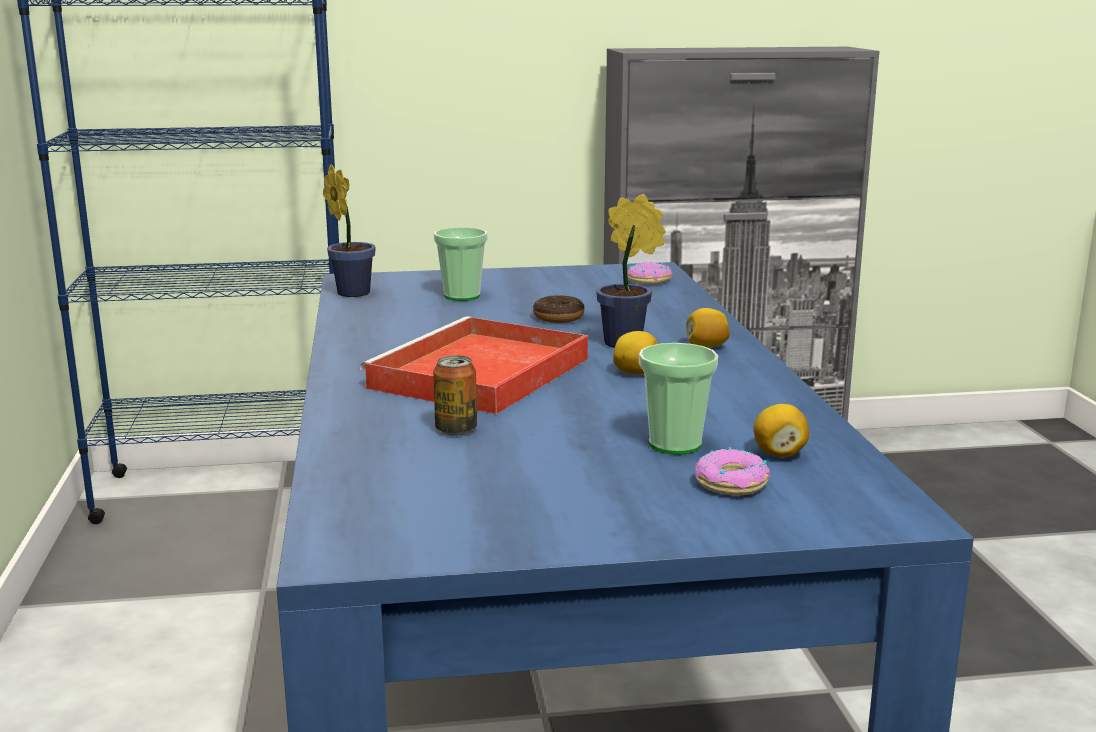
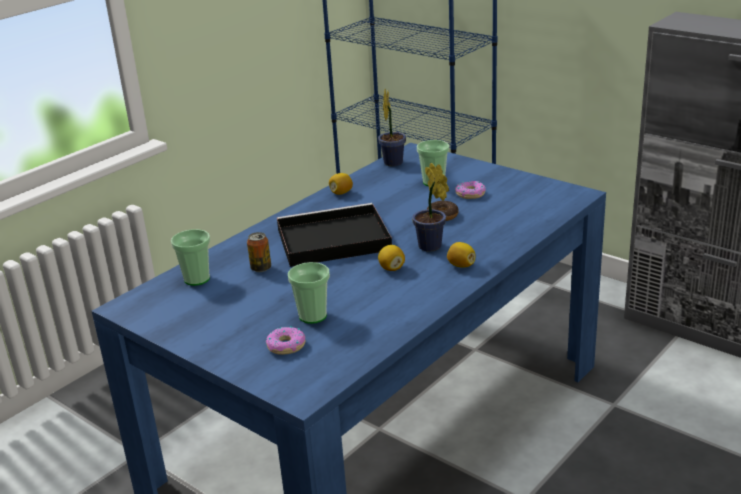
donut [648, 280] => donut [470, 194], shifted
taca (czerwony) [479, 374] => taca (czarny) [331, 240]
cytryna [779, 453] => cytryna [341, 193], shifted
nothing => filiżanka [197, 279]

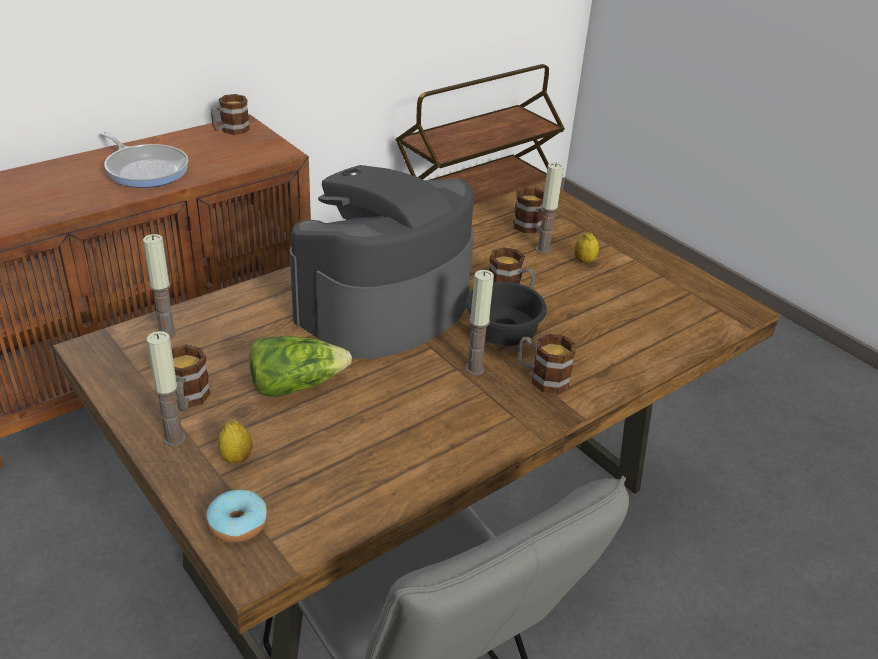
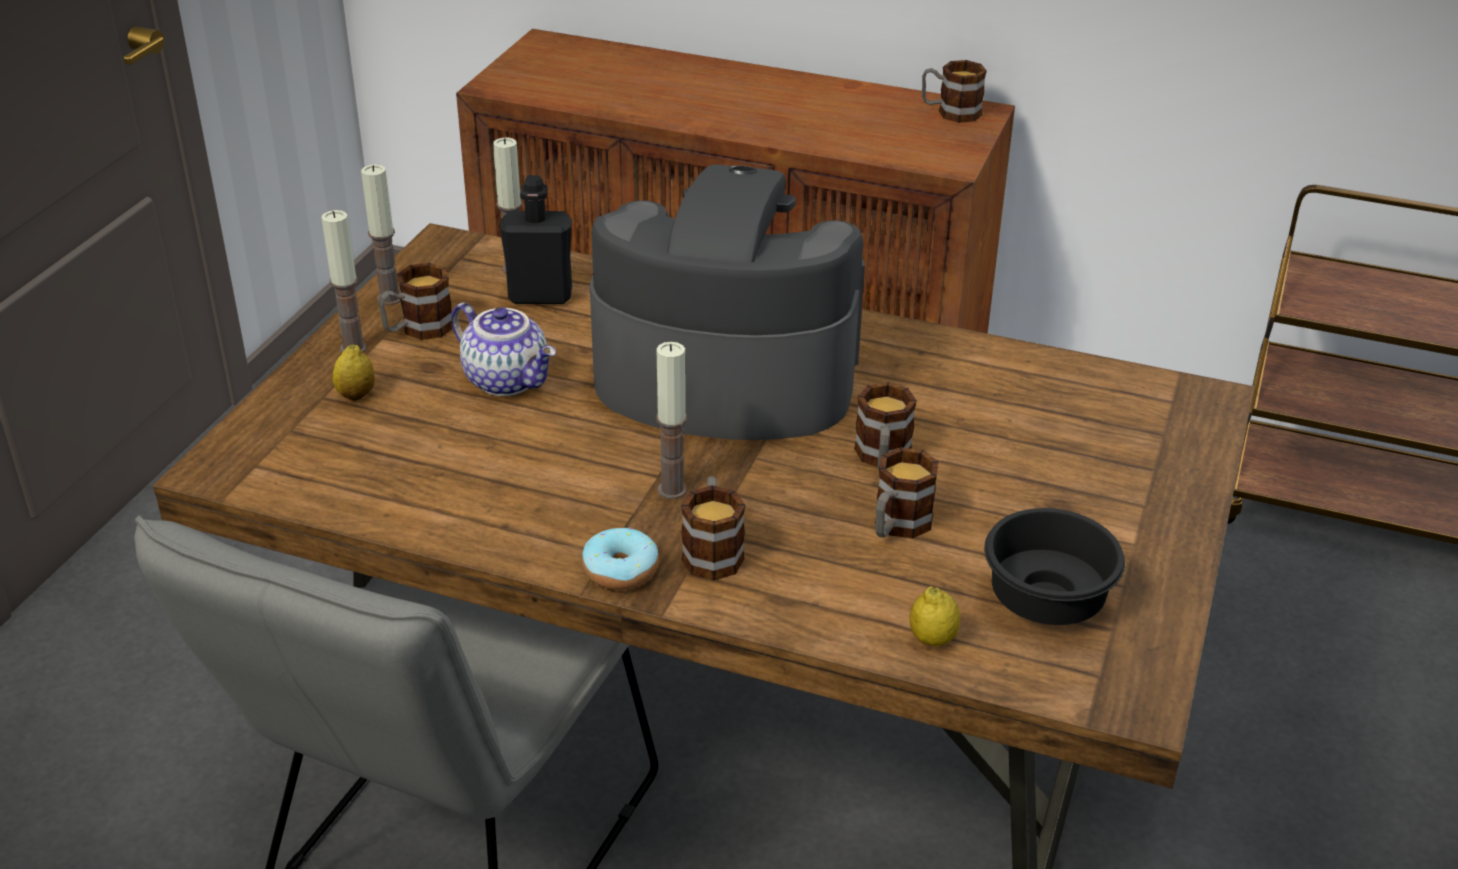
patelnia [145, 169] => nothing
świeca [543, 249] => świeca [389, 298], shifted
kubek [531, 229] => kubek [897, 526], shifted
cytryna [584, 261] => cytryna [932, 639], shifted
miska (czarny) [502, 333] => miska (czarny) [1050, 599], shifted
sałata [296, 385] => imbryk [508, 380]
donut [238, 524] => donut [621, 570], shifted
nothing => butelka (czarny) [540, 296]

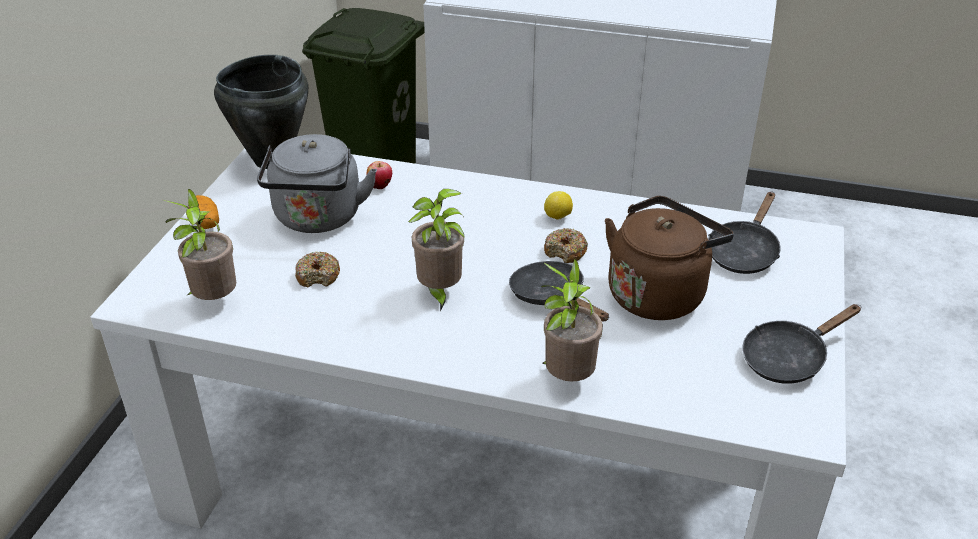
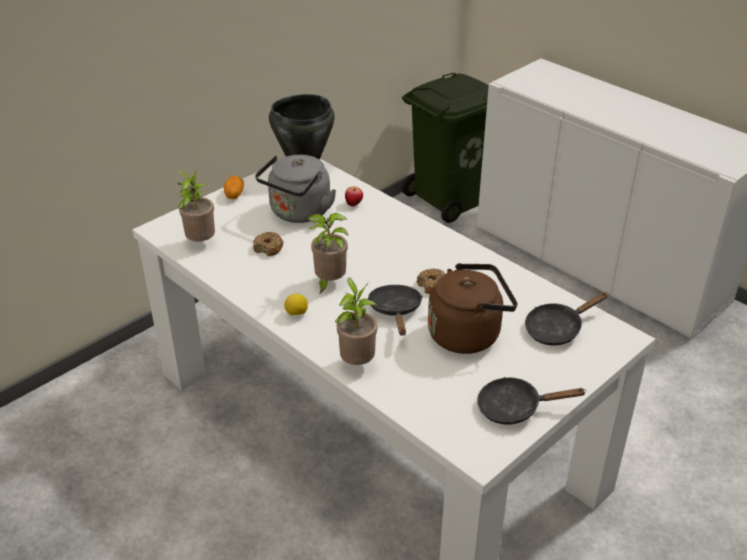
cytryna [558, 217] => cytryna [296, 314], shifted

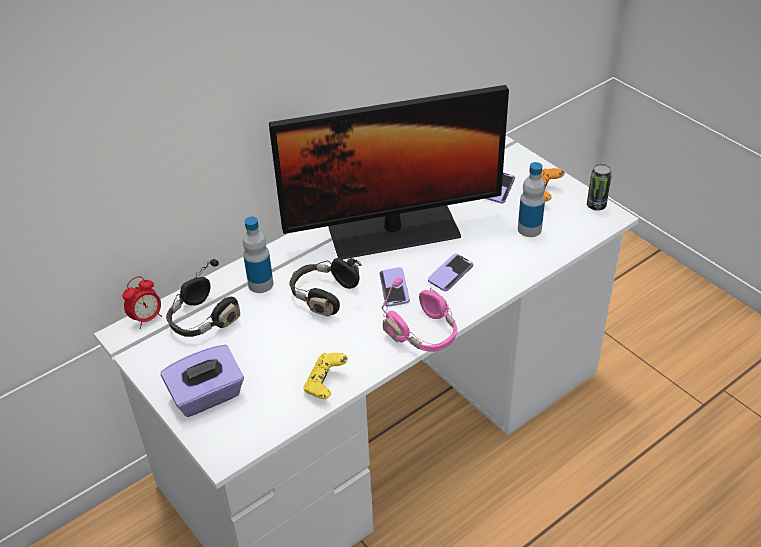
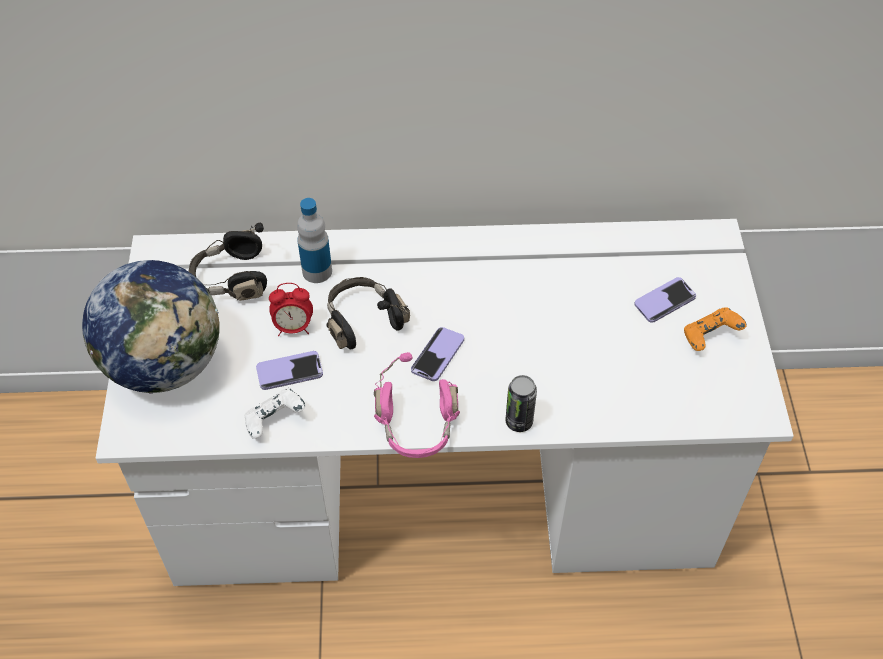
monitor [393, 231] => nothing
butelka [529, 229] => nothing
puszka [596, 205] => puszka [519, 421], shifted
telefon [450, 273] => telefon [289, 372], shifted
budzik [147, 318] => budzik [293, 327], shifted
pudełko chusteczek (fioletowy) [207, 396] => globus [165, 363]
pad do gier (żółty) [325, 384] => pad do gier (biały) [275, 421]

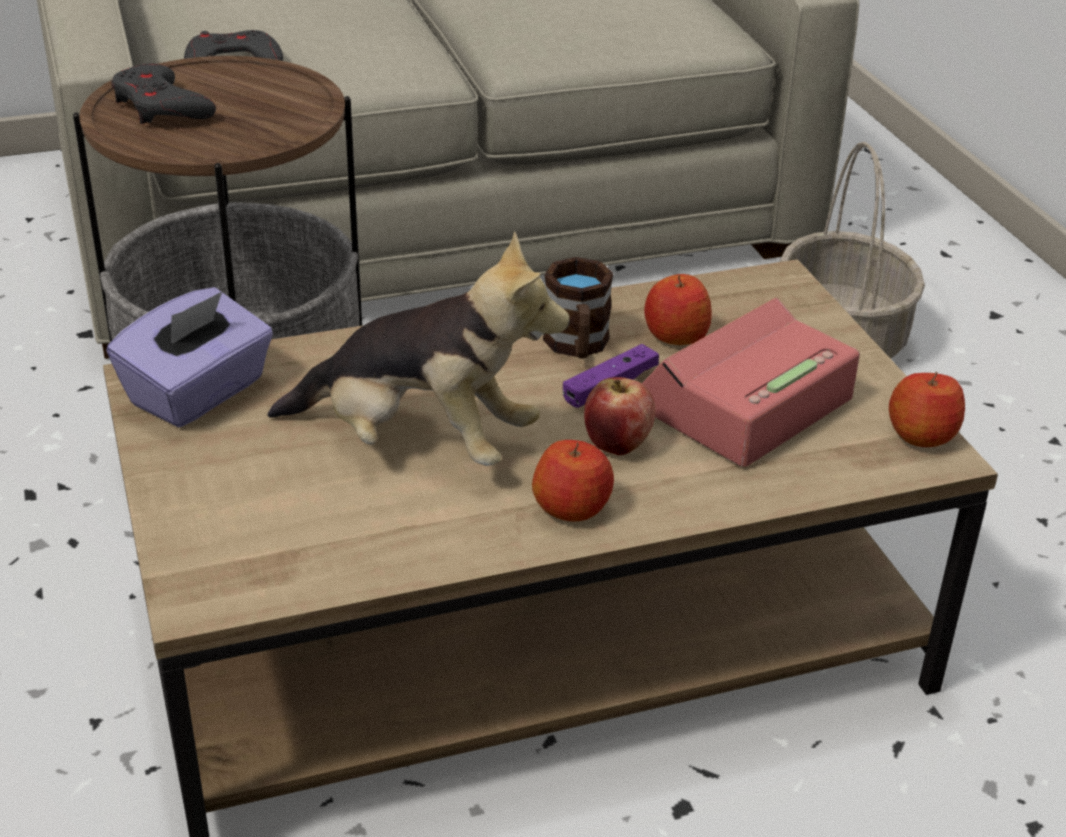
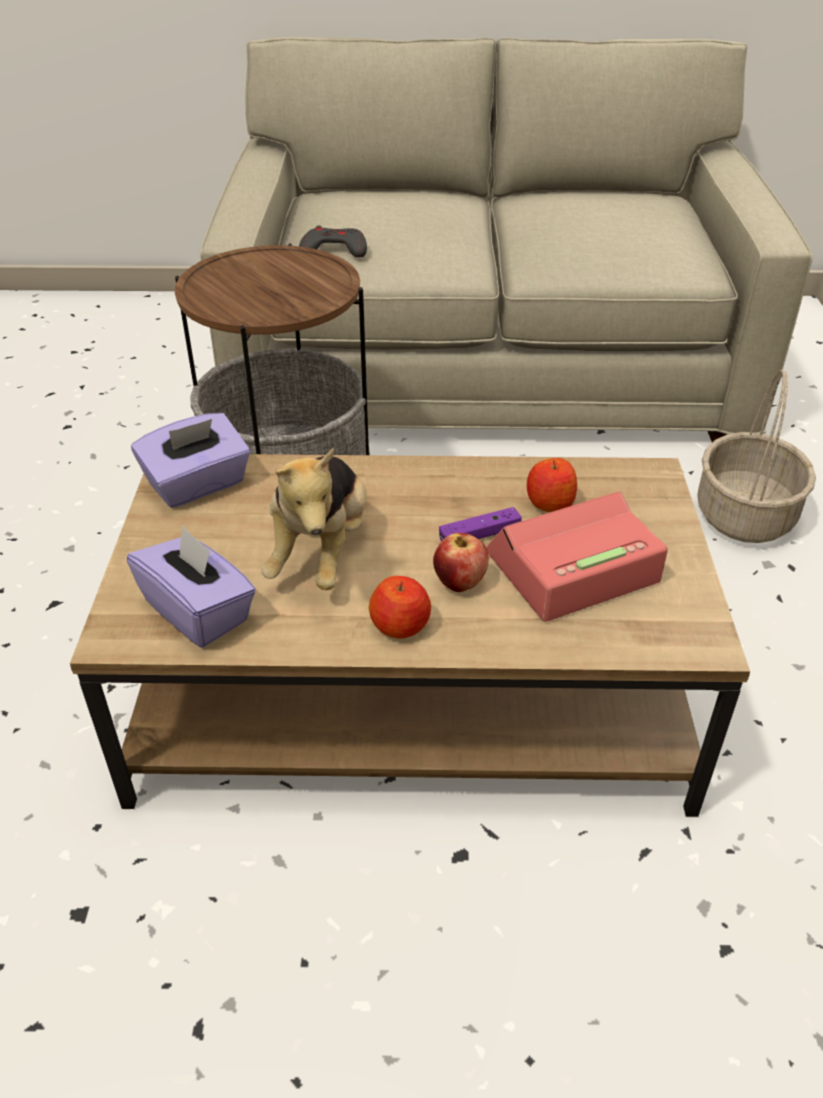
pad do gier (szary) [161, 106] => nothing
pluszak [419, 443] => pluszak [321, 552], 60 degrees clockwise
kubek (brązowy) [577, 347] => nothing
jabłko [921, 435] => nothing
nothing => pudełko chusteczek (fioletowy) [199, 612]

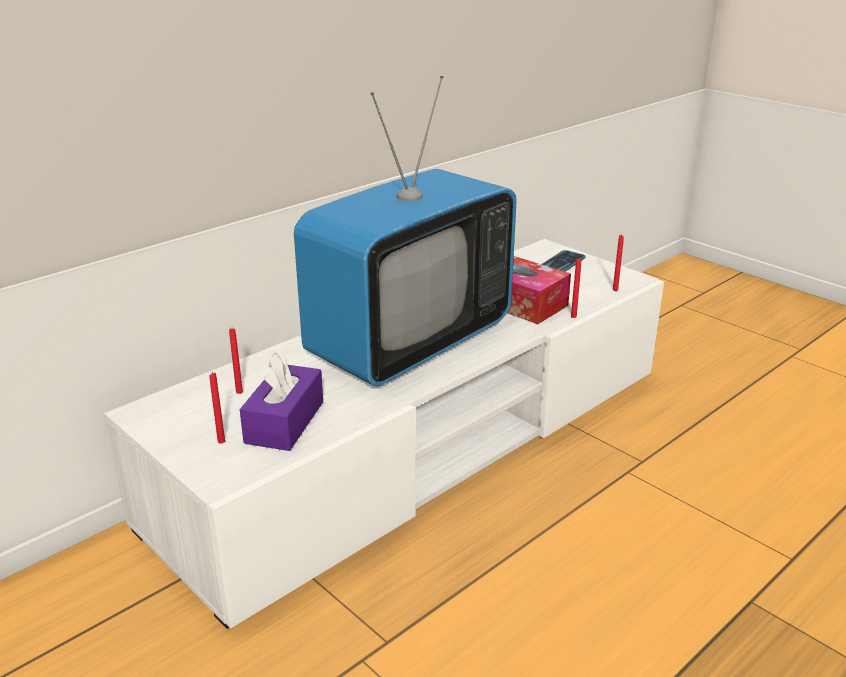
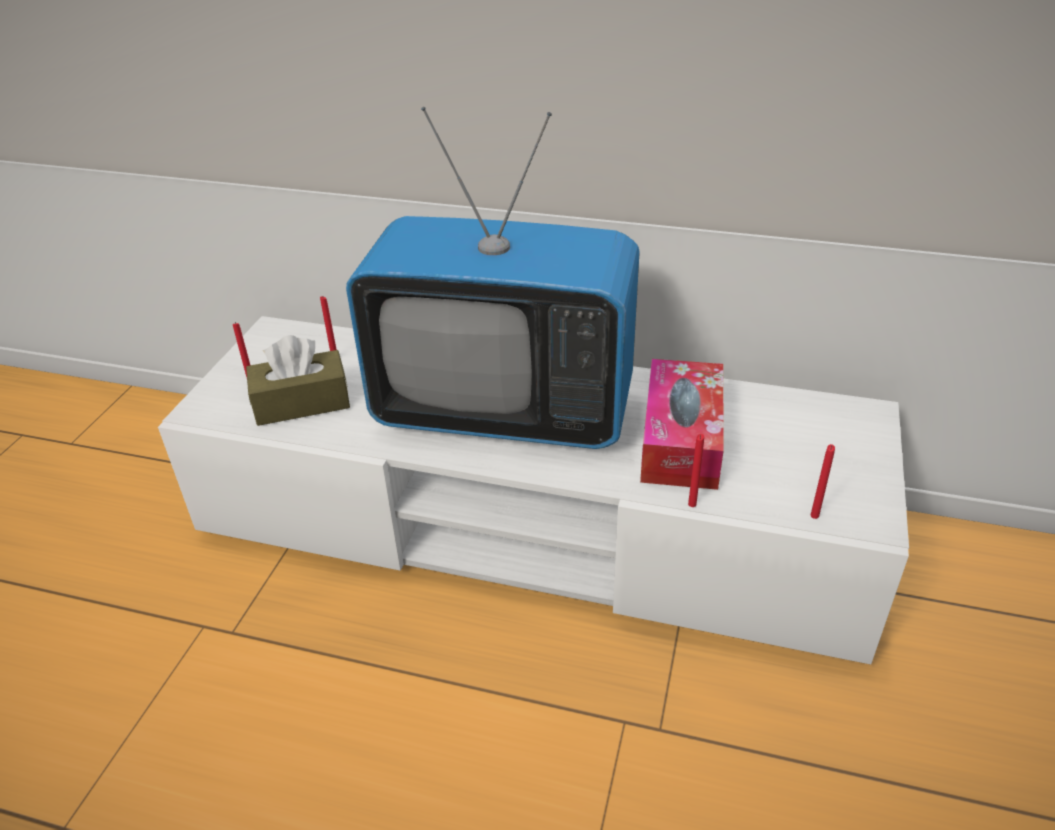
telefon [562, 263] => nothing
pudełko chusteczek (fioletowy) [284, 422] => pudełko chusteczek (brązowy) [302, 403]

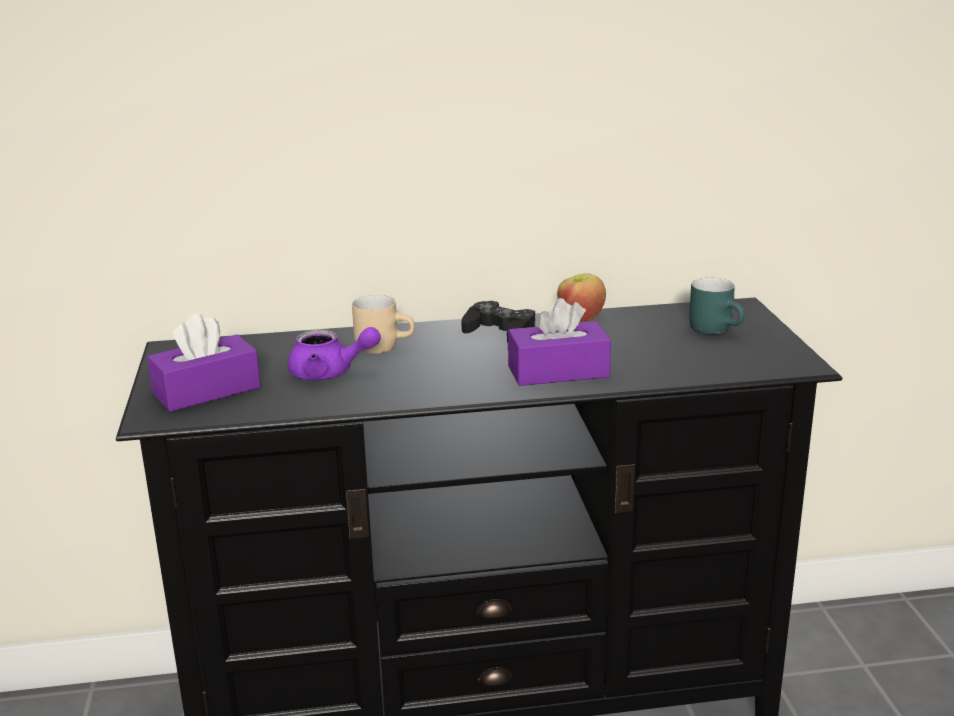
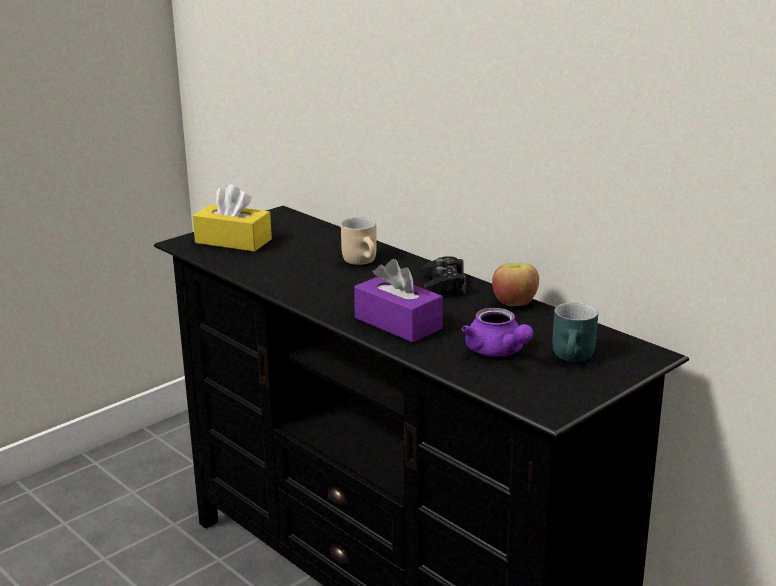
pudełko chusteczek (fioletowy) [207, 390] => pudełko chusteczek (żółty) [233, 241]
imbryk (fioletowy) [329, 373] => imbryk (fioletowy) [497, 352], shifted

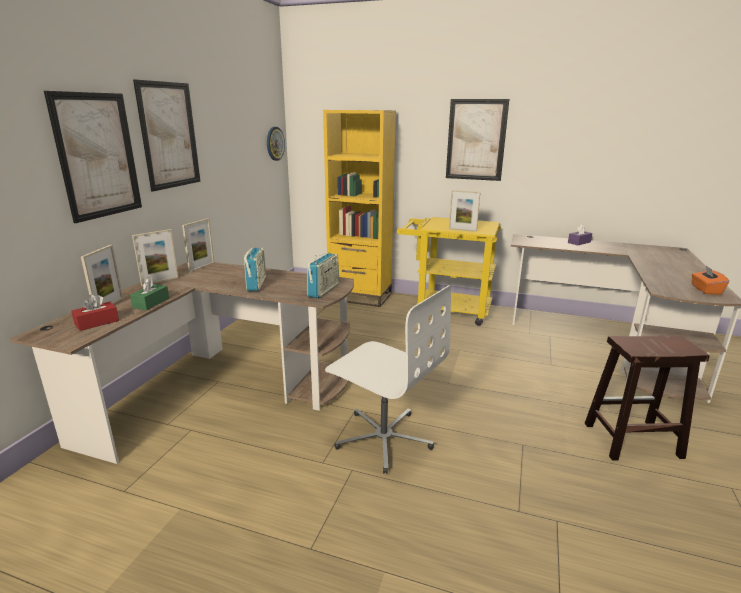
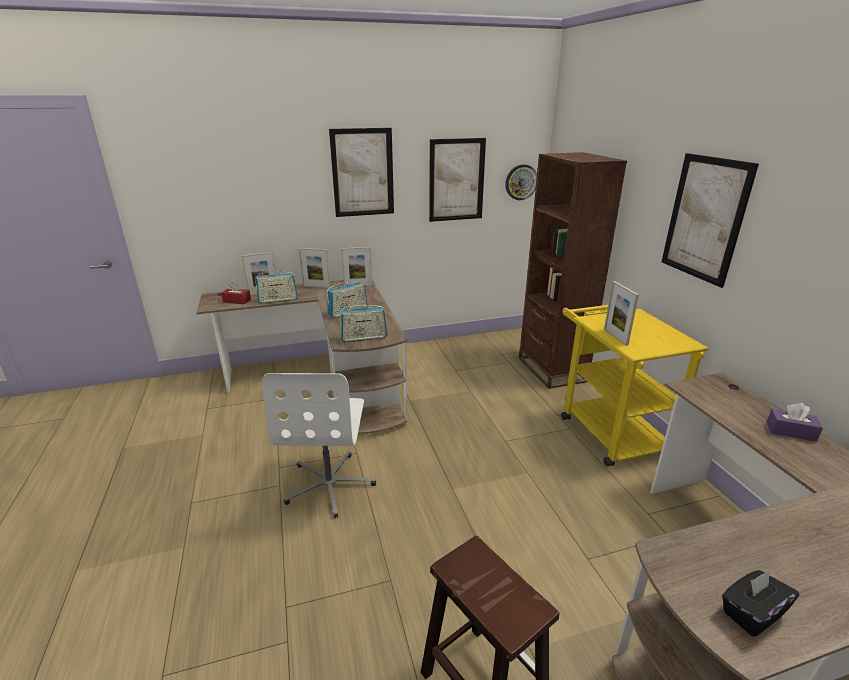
obraz [97, 156] => obraz [456, 180], shifted
regał (żółty) [360, 296] => regał (brązowy) [552, 369]
pudełko chusteczek (pomarańczowy) [705, 290] => pudełko chusteczek (czarny) [751, 613]
pudełko chusteczek (zielony) [151, 303] => radio [278, 300]

